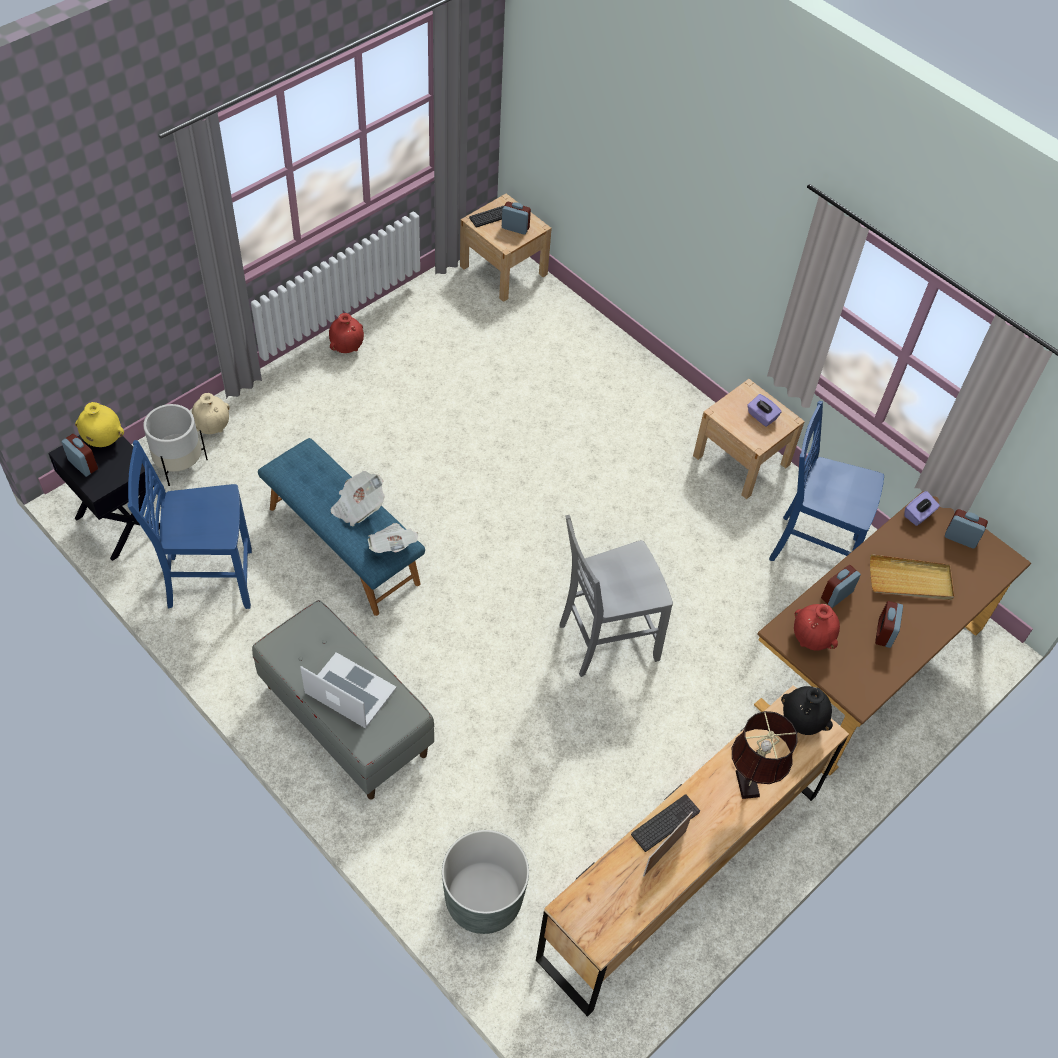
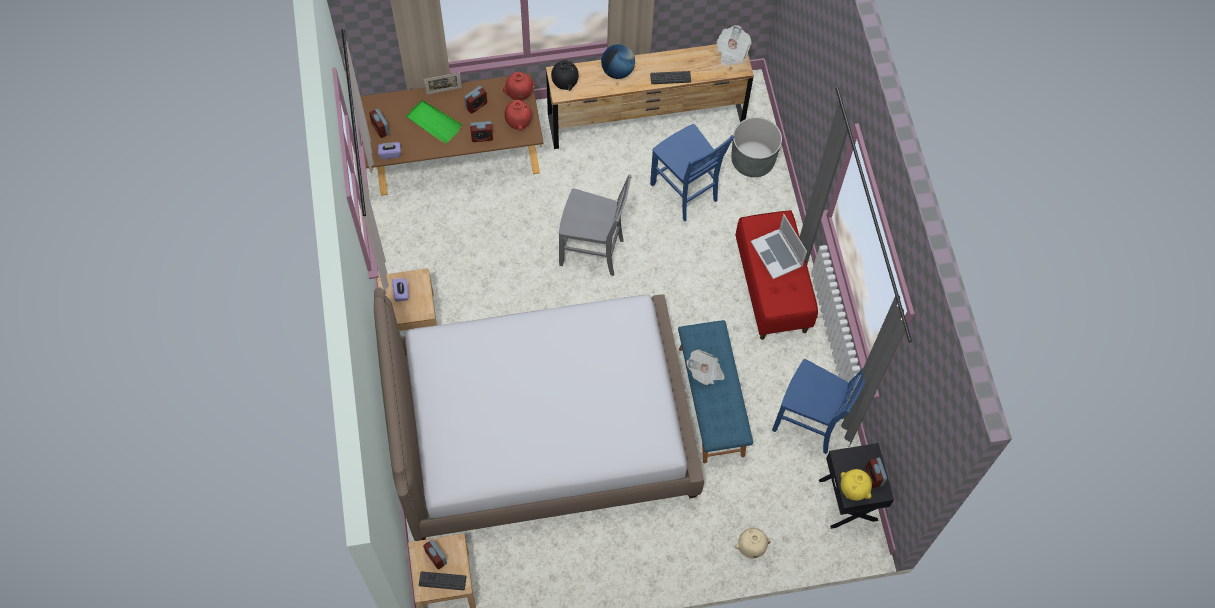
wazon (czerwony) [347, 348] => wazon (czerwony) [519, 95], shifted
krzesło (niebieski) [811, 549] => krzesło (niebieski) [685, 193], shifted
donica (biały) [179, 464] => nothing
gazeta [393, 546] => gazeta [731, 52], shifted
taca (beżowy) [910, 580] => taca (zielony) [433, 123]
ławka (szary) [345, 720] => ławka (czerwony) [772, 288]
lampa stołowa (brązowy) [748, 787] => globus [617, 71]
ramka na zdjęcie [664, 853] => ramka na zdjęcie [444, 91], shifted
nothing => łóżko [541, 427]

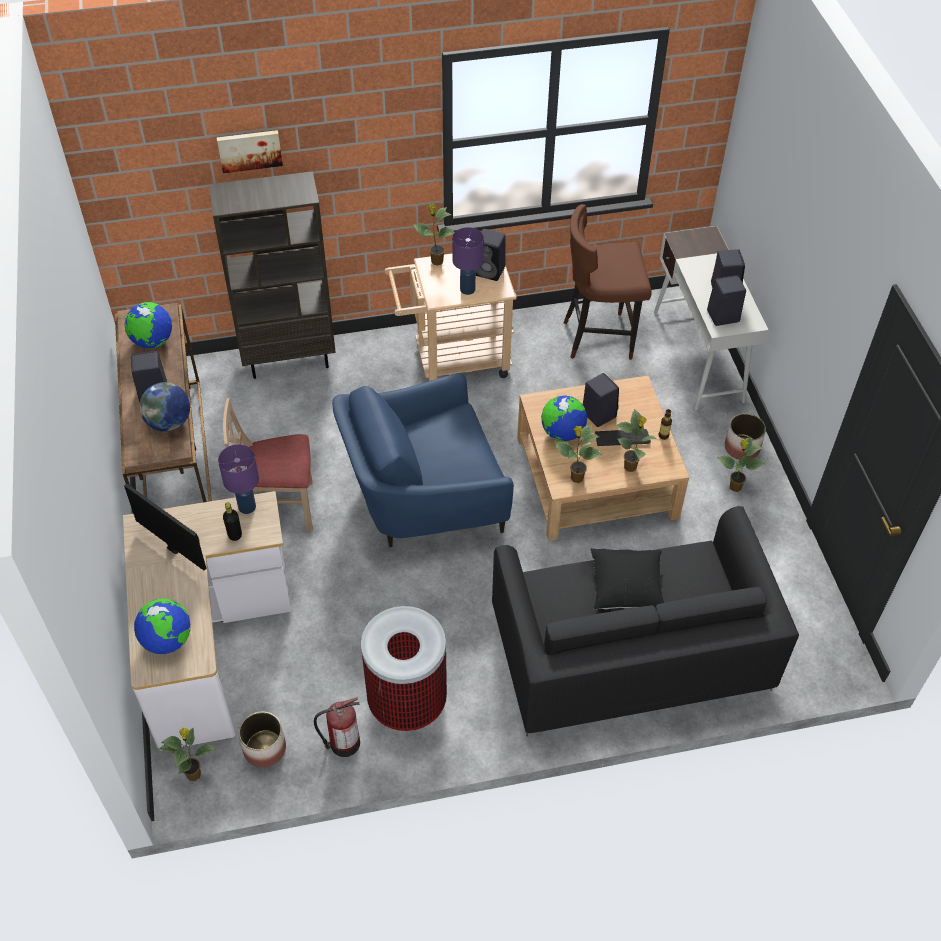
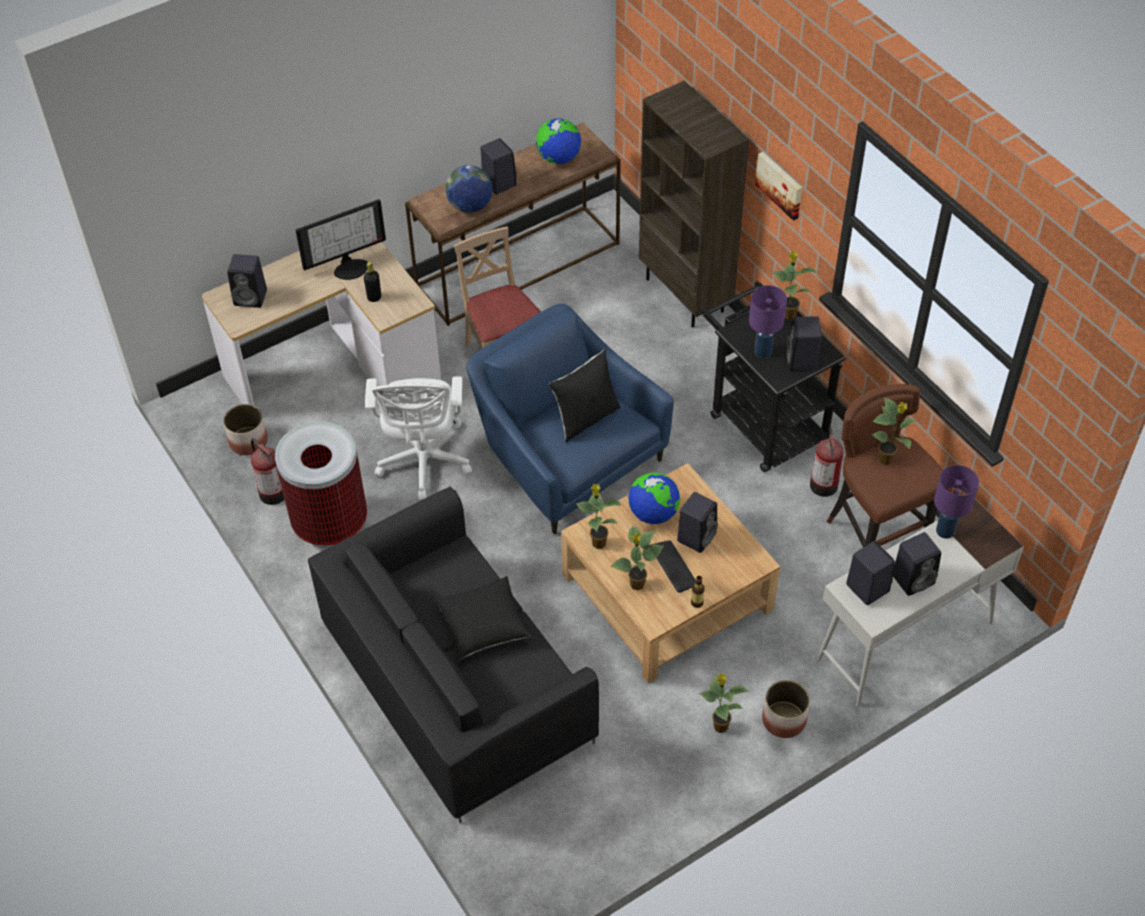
obraz [249, 150] => obraz [780, 184], shifted
wózek (beżowy) [452, 360] => wózek (czarny) [761, 420]
lampa stołowa (fioletowy) [247, 506] => lampa stołowa (fioletowy) [946, 531], shifted
monitor [179, 543] => monitor [350, 266], 45 degrees clockwise
globus [167, 640] => głośnik (czarny) [252, 297]
roślina doniczkowa [194, 773] => roślina doniczkowa [886, 459], shifted
nothing => poduszka (czarny) [585, 417]
nothing => krzesło biurowe (biały) [424, 463]
nothing => gaśnica [823, 483]

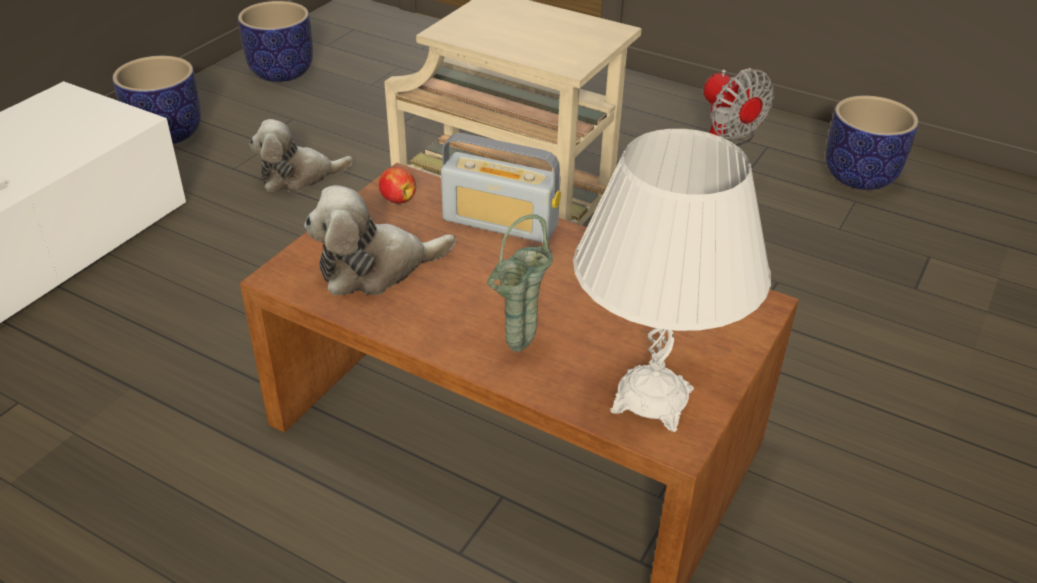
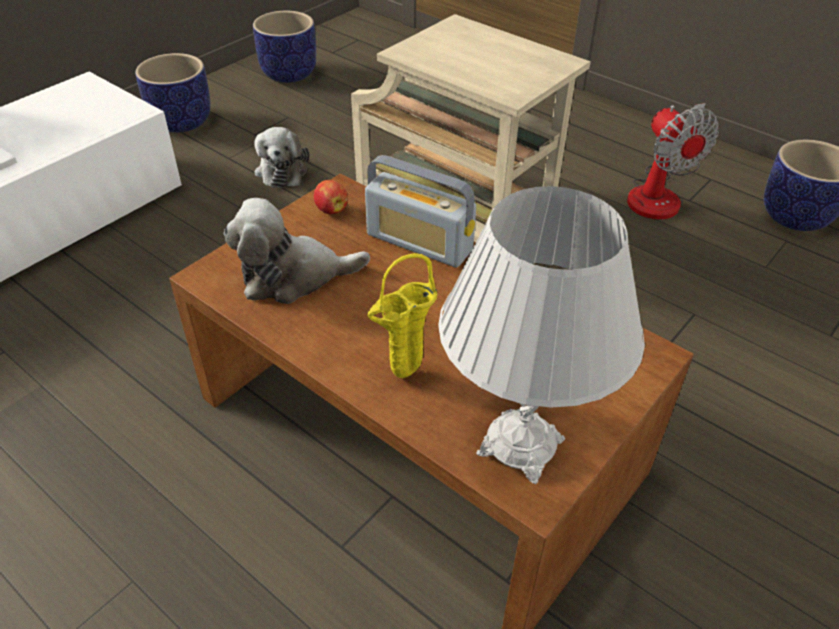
pluszak [298, 177] => pluszak [281, 170], 90 degrees counterclockwise
wazon (zielony) [518, 350] => wazon (żółty) [403, 376]

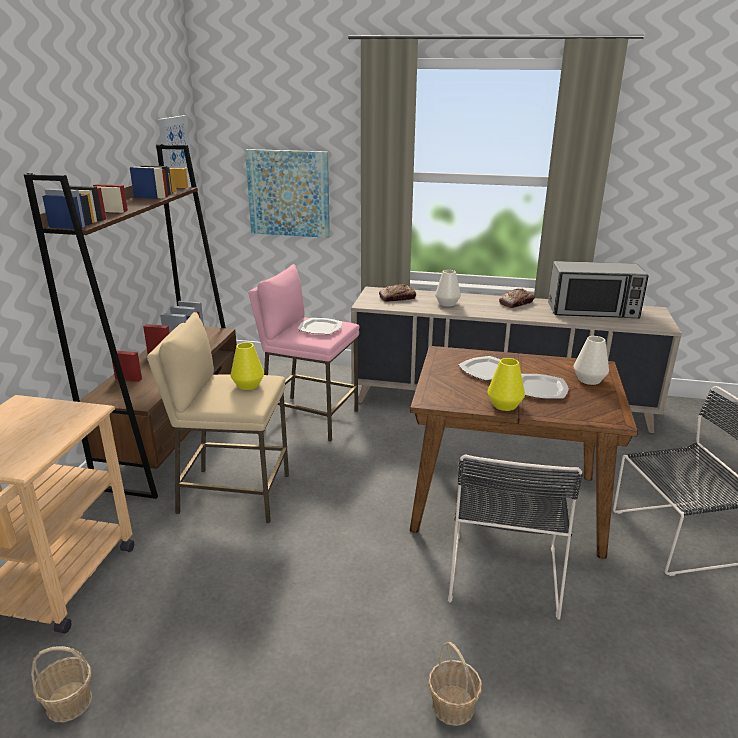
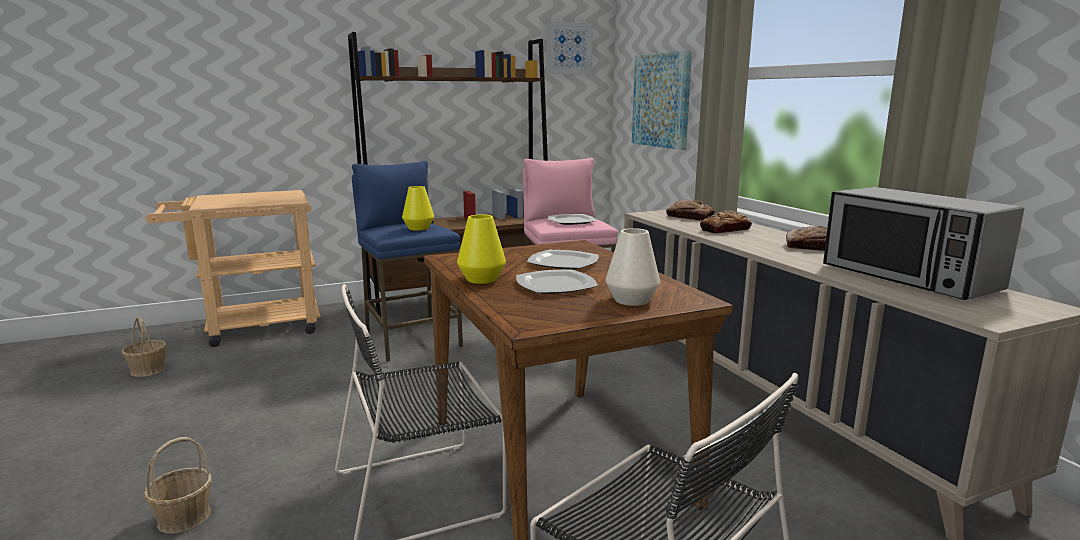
wazon (biały) [447, 303] => chleb [725, 230]
stołek (beżowy) [233, 494] => stołek (niebieski) [411, 338]

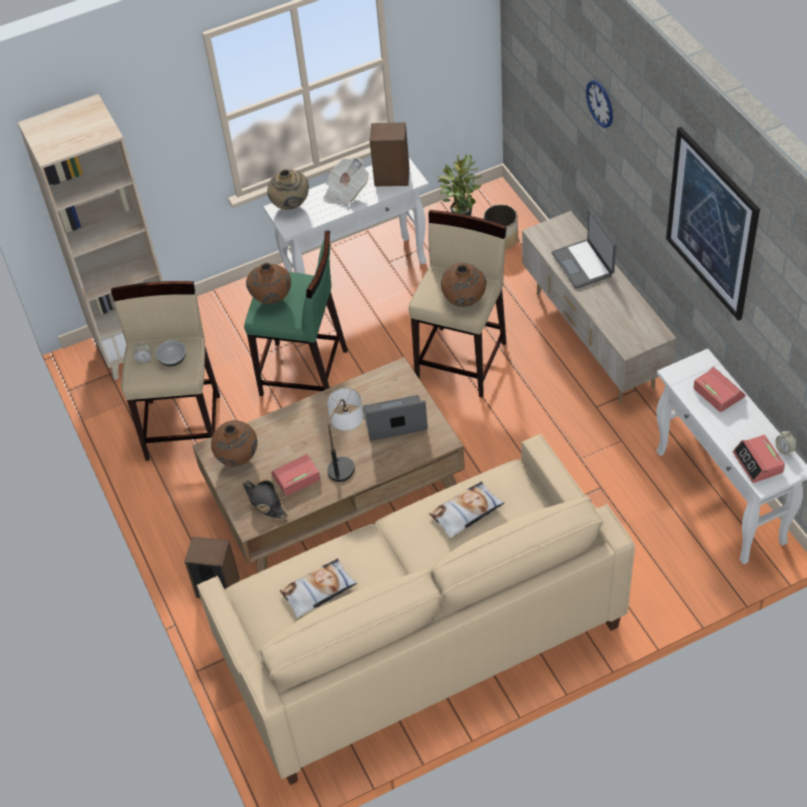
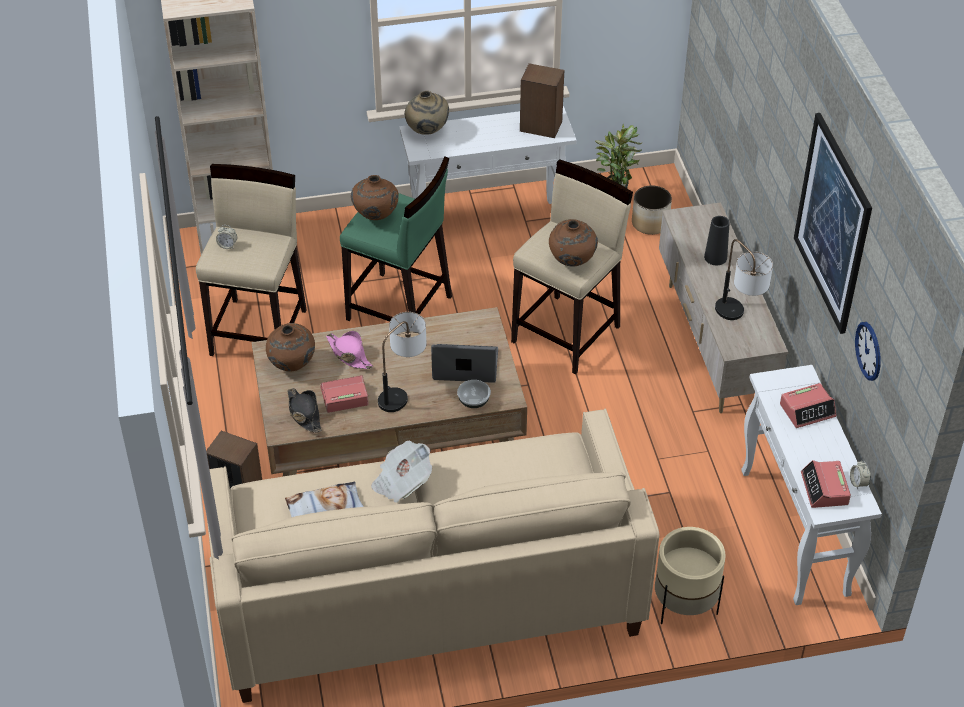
zegar ścienny [600, 103] => zegar ścienny [868, 351], shifted
gazeta [345, 192] => gazeta [401, 482], shifted
laptop [583, 264] => wazon (czarny) [715, 257]
miska [173, 360] => miska [473, 401], shifted
budzik [718, 392] => budzik [807, 410], 90 degrees clockwise
poduszka [466, 513] => nothing
nothing => lampa stołowa [738, 319]
nothing => kapelusz (różowy) [349, 354]
nothing => donica (beżowy) [684, 605]

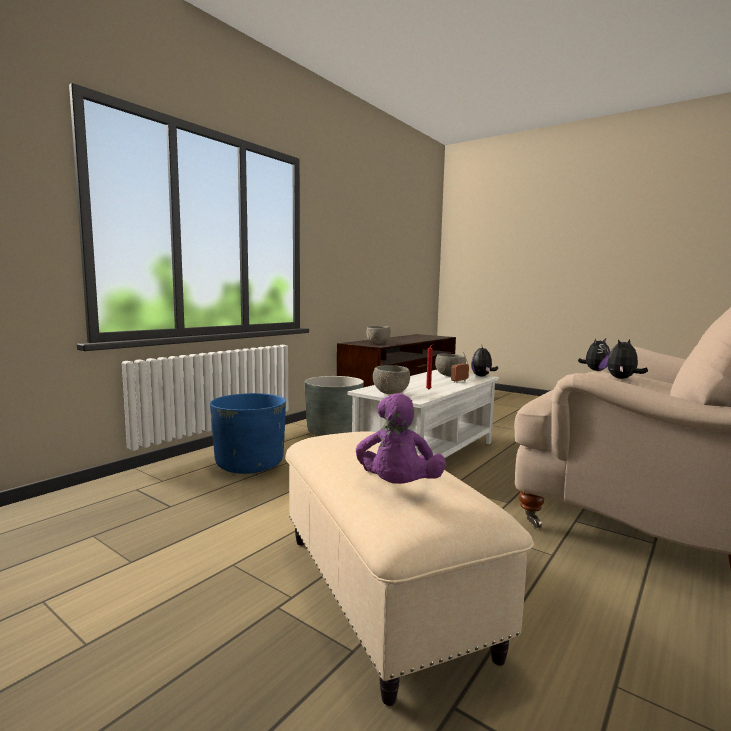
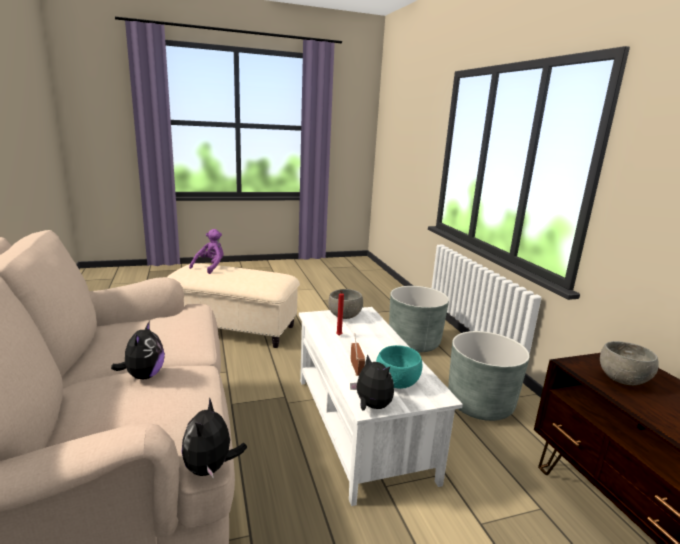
miska (szary) [450, 376] => miska (turkusowy) [396, 383]
donica (niebieski) [249, 464] => donica (szary) [414, 342]
pluszak (fioletowy) [397, 488] => pluszak (fioletowy) [210, 267], 75 degrees clockwise

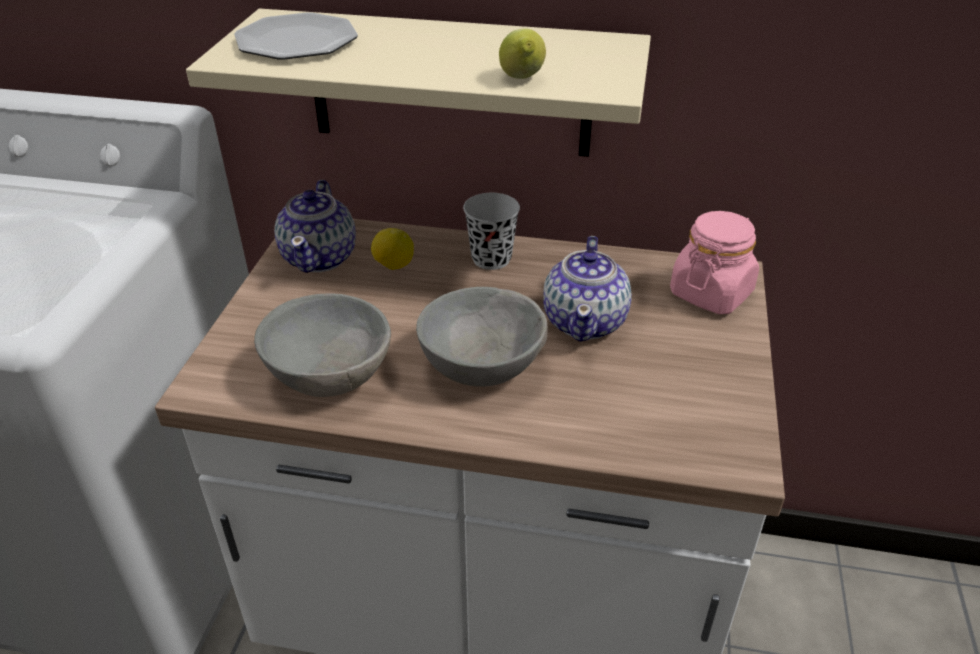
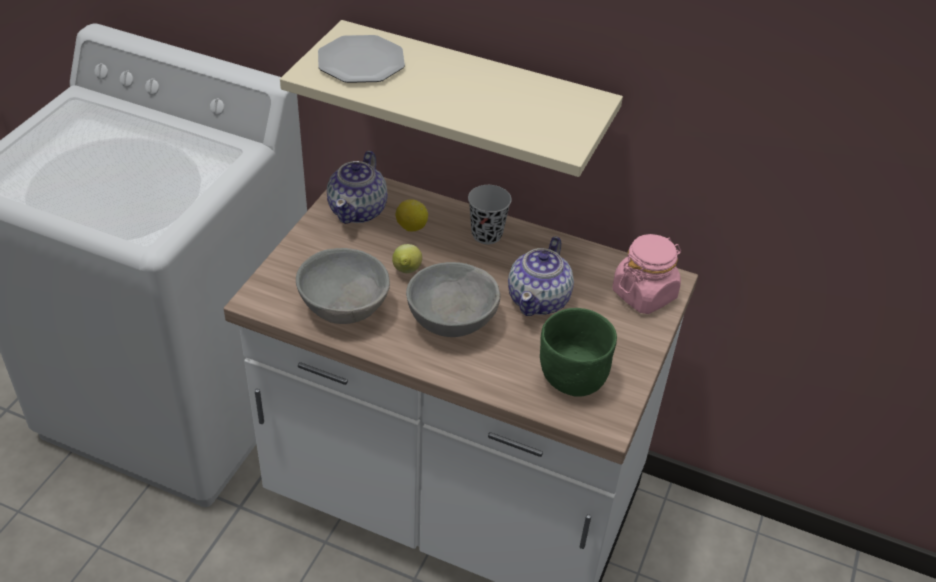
cytryna [522, 79] => cytryna [406, 272], shifted
nothing => miska (zielony) [571, 380]

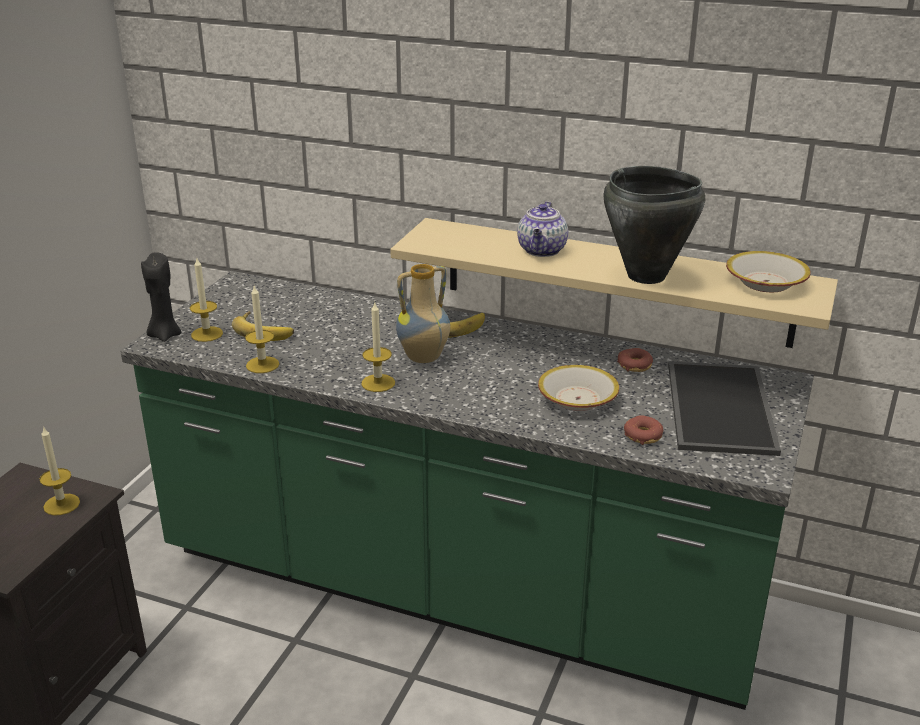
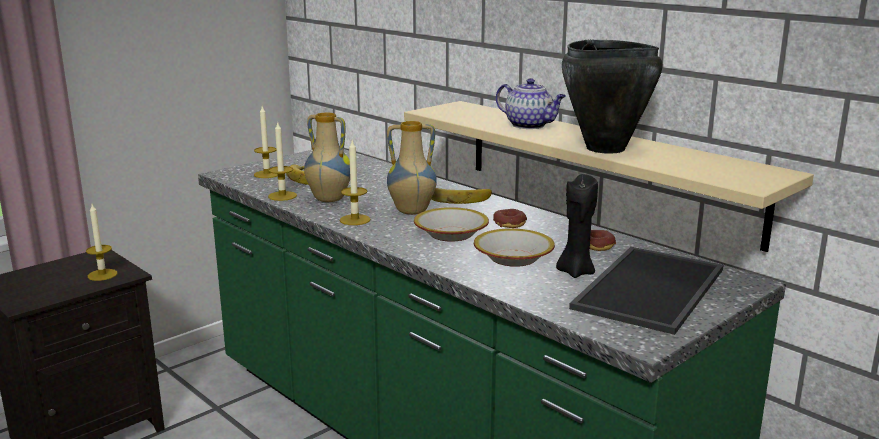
imbryk [542, 251] => imbryk [530, 125], 90 degrees counterclockwise
miska [766, 282] => miska [451, 234], shifted
świeca (czarny) [164, 335] => świeca (czarny) [575, 272], shifted
donut [643, 435] => donut [509, 224], shifted
nothing => wazon [328, 199]

